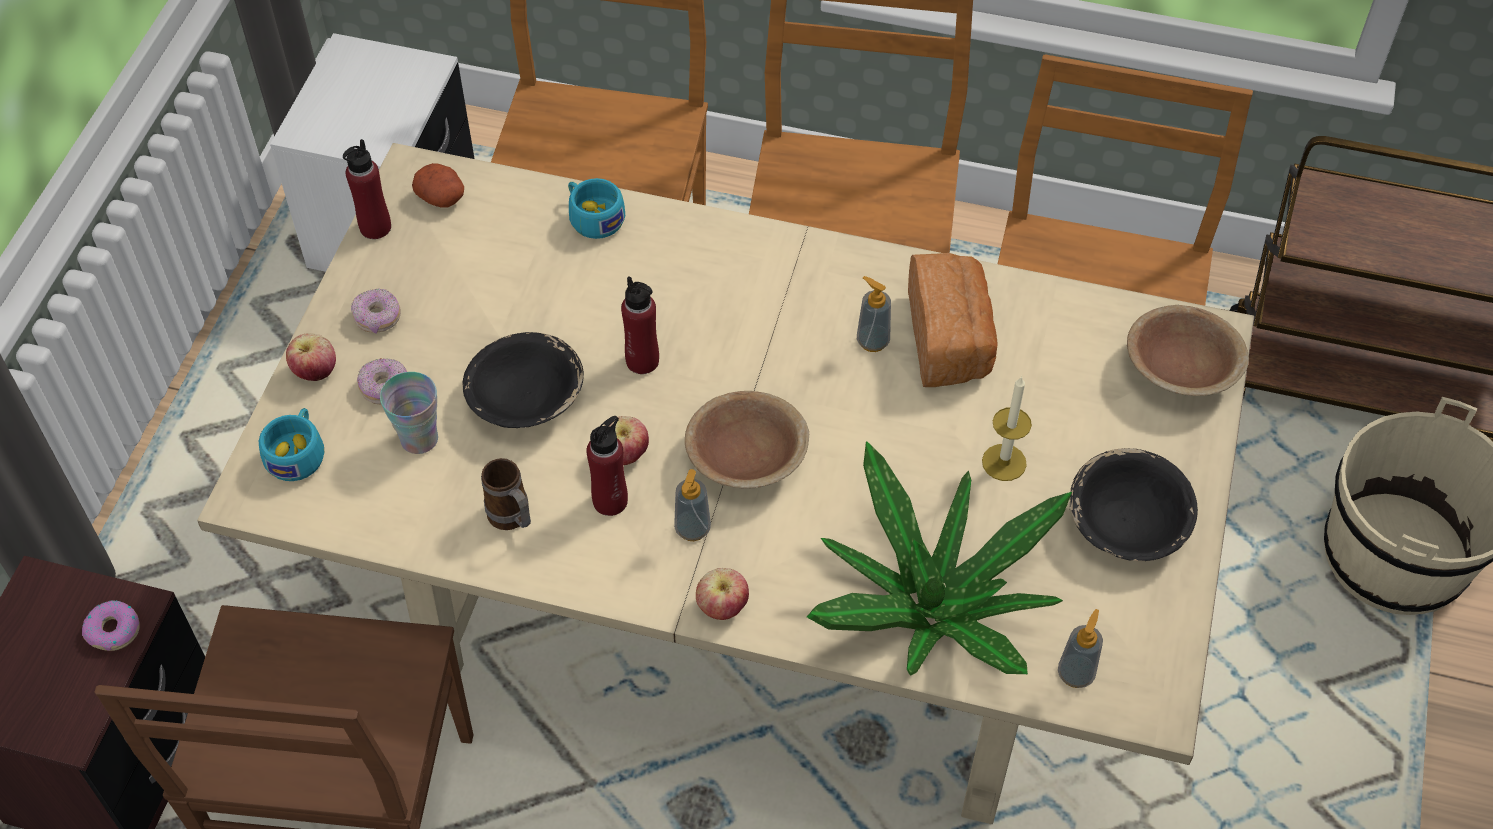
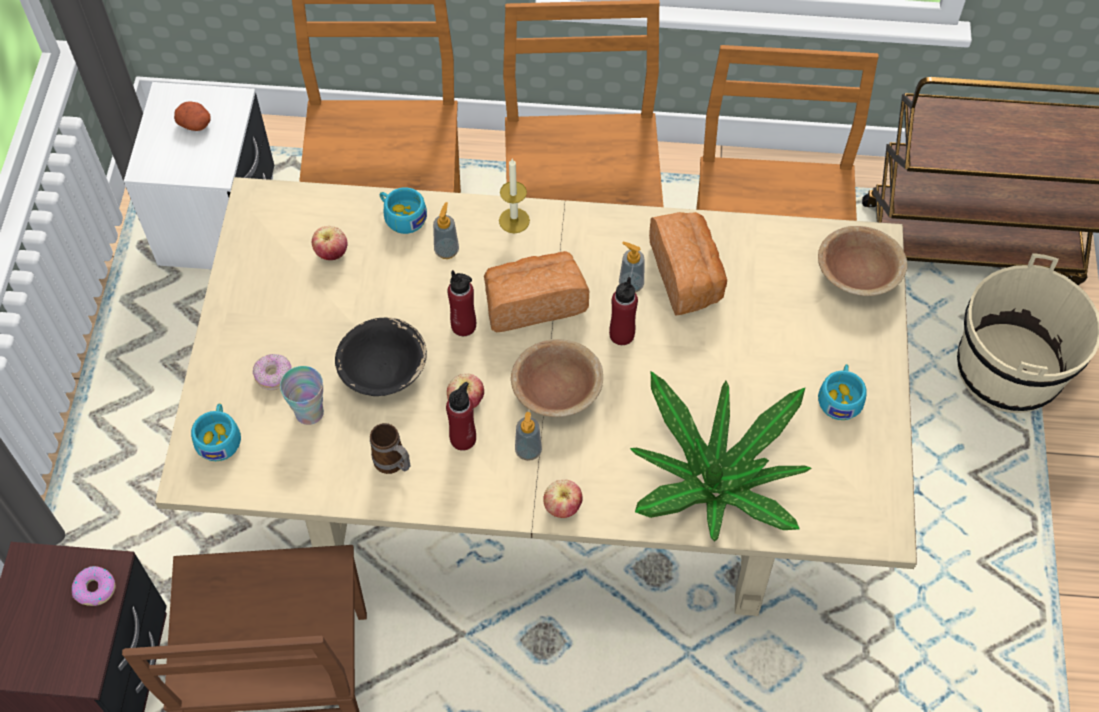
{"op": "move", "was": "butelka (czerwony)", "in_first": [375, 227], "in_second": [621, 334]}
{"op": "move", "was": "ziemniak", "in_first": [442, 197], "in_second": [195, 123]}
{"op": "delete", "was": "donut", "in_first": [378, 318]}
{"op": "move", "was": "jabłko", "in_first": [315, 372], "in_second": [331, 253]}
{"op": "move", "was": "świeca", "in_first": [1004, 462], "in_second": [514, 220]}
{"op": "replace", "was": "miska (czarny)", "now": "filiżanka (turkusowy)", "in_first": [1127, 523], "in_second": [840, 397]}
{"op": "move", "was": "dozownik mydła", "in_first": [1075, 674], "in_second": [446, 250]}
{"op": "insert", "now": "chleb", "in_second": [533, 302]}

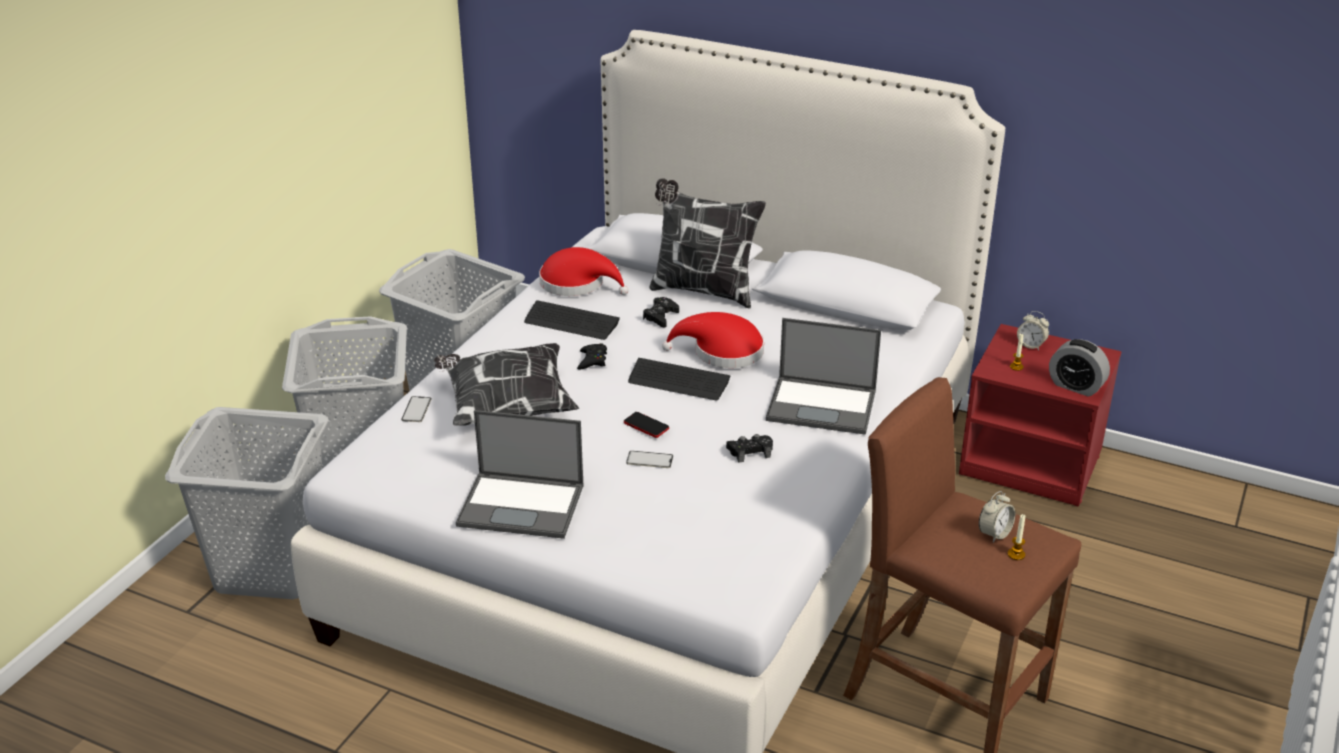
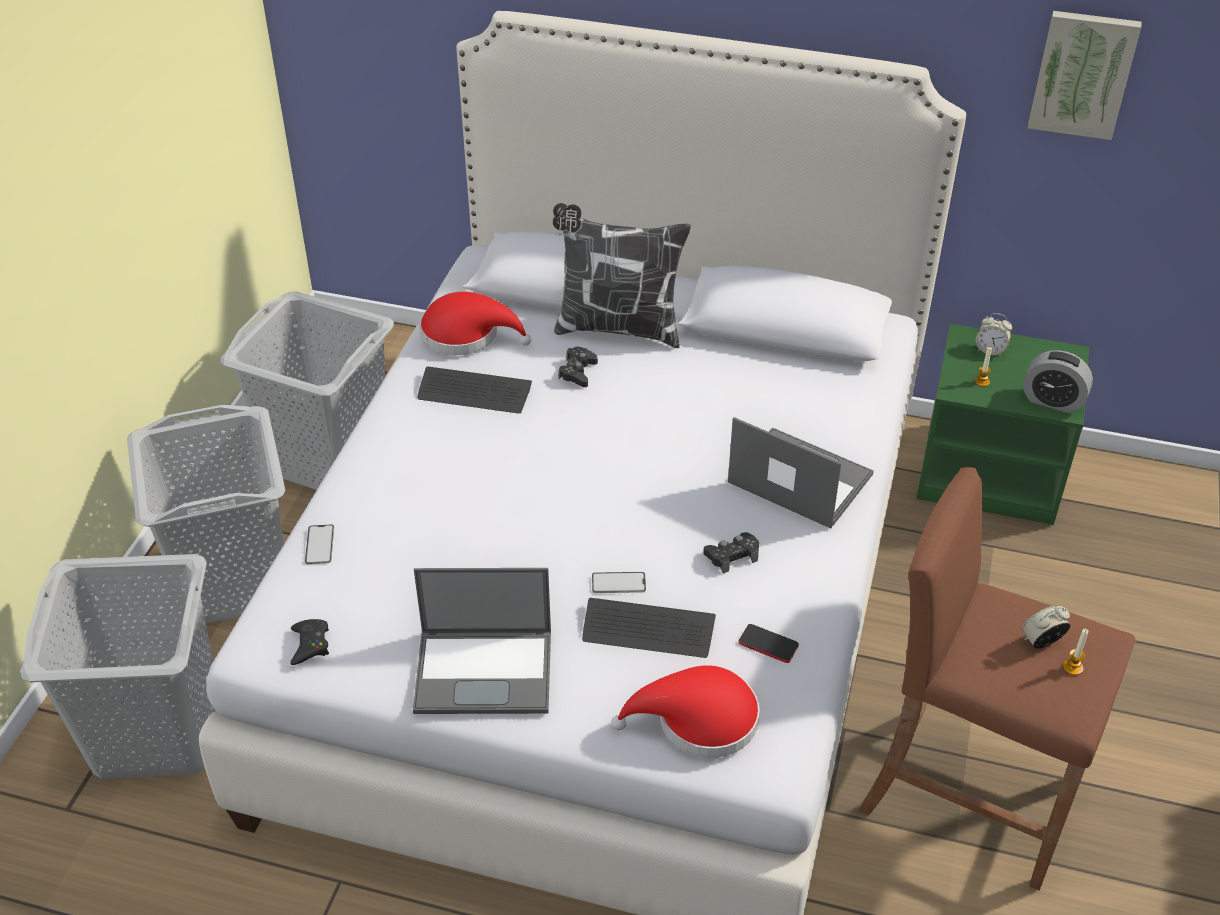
{"op": "move", "was": "kapelusz (czerwony)", "in_first": [722, 352], "in_second": [698, 720]}
{"op": "rotate", "was": "laptop", "in_first": [823, 405], "in_second": [798, 478], "clockwise": -150}
{"op": "recolor", "was": "szafka nocna (czerwony)", "now": "szafka nocna (zielony)", "in_first": [1032, 462], "in_second": [991, 472]}
{"op": "delete", "was": "poduszka", "in_first": [506, 407]}
{"op": "move", "was": "pad do gier (czarny)", "in_first": [592, 360], "in_second": [310, 644]}
{"op": "move", "was": "klawiatura", "in_first": [678, 381], "in_second": [648, 630]}
{"op": "move", "was": "telefon", "in_first": [646, 425], "in_second": [768, 644]}
{"op": "rotate", "was": "budzik", "in_first": [994, 534], "in_second": [1041, 641], "clockwise": -150}
{"op": "insert", "now": "obraz", "in_second": [1083, 73]}

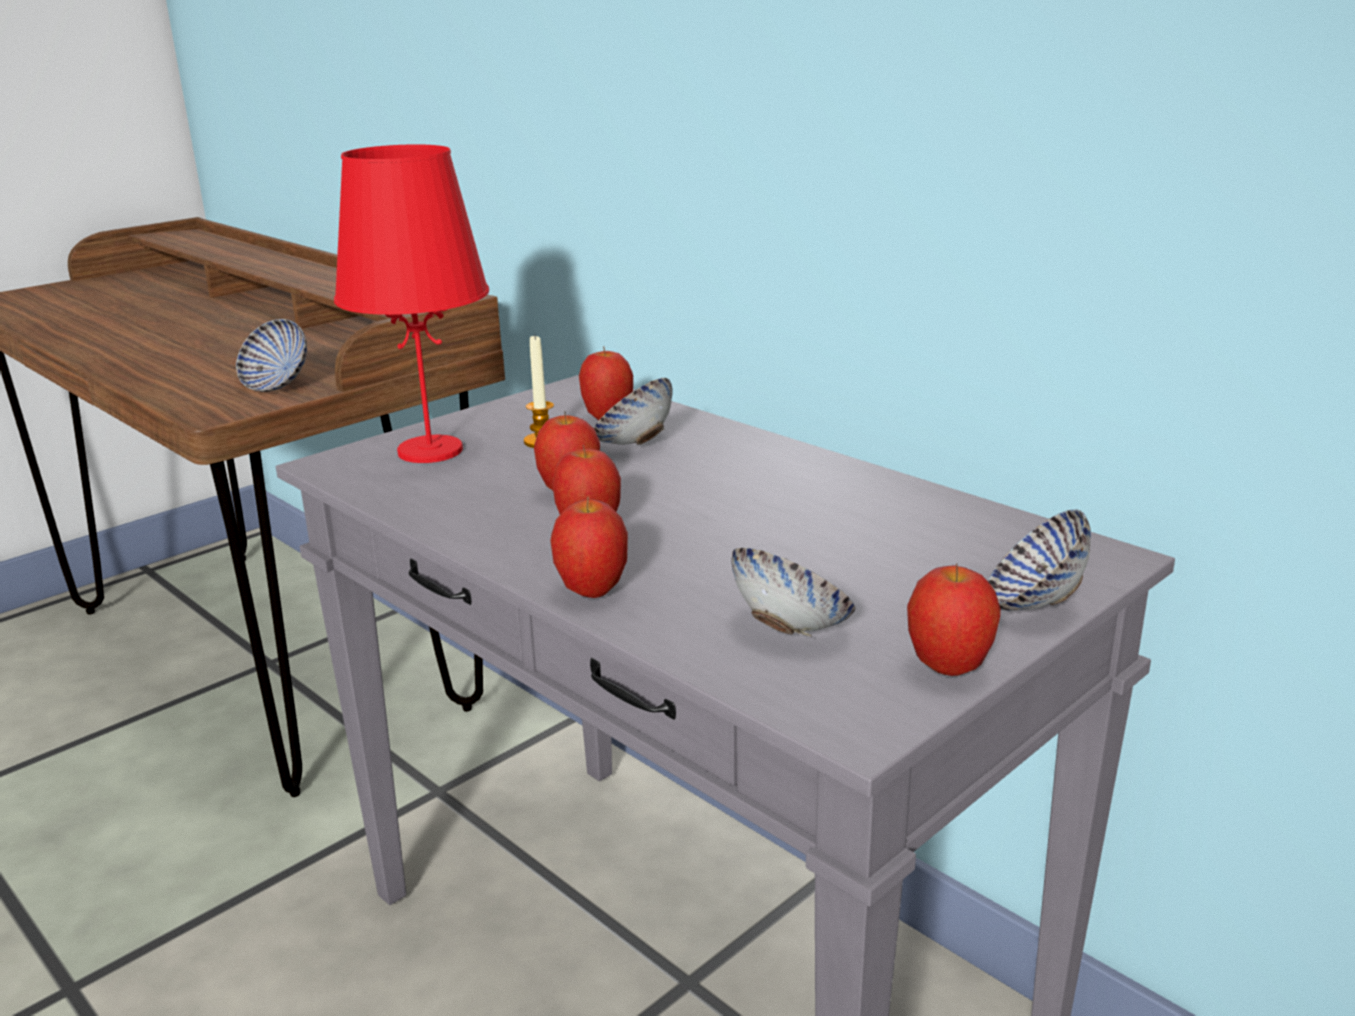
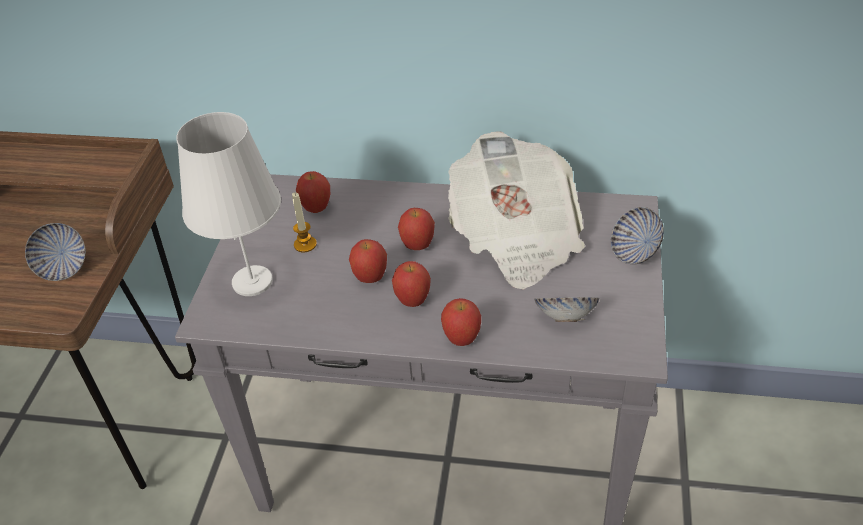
{"op": "recolor", "was": "lampa stołowa (czerwony)", "now": "lampa stołowa (biały)", "in_first": [429, 451], "in_second": [251, 282]}
{"op": "delete", "was": "miska", "in_first": [635, 444]}
{"op": "move", "was": "jabłko", "in_first": [948, 669], "in_second": [417, 246]}
{"op": "insert", "now": "gazeta", "in_second": [515, 238]}

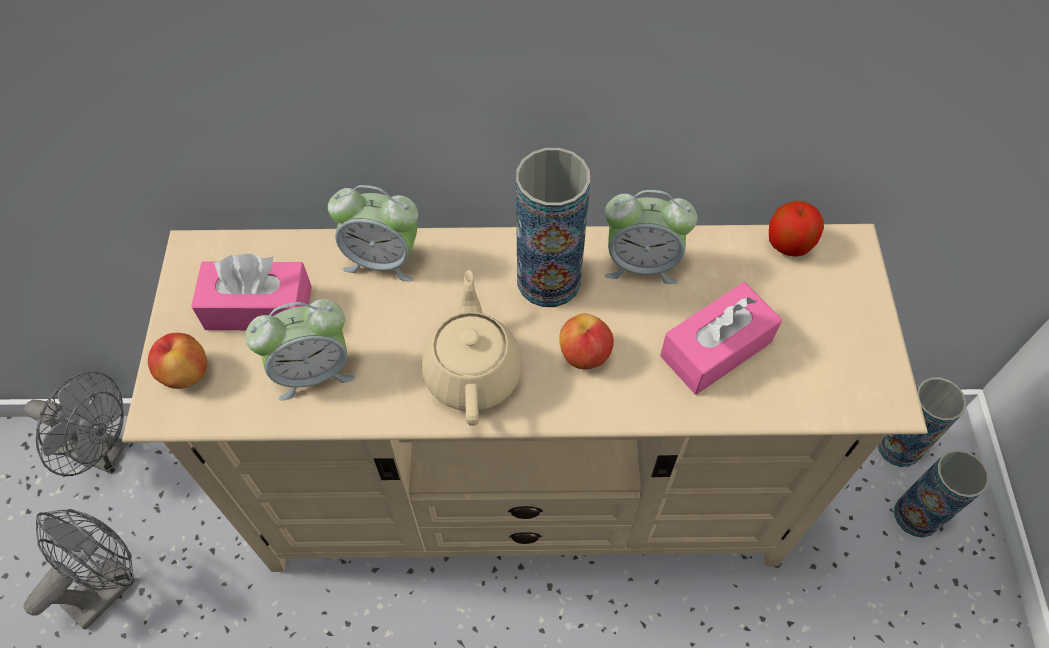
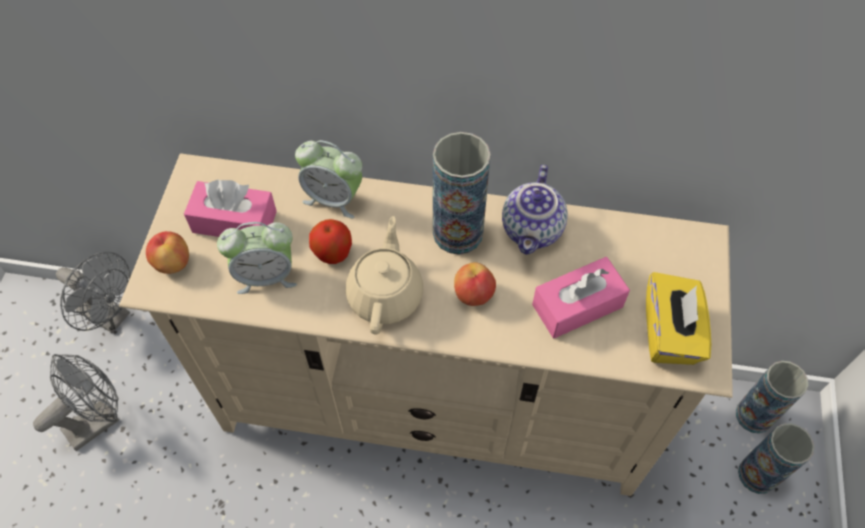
{"op": "replace", "was": "budzik", "now": "imbryk", "in_first": [641, 263], "in_second": [533, 230]}
{"op": "move", "was": "jabłko", "in_first": [788, 244], "in_second": [333, 252]}
{"op": "insert", "now": "pudełko chusteczek (żółty)", "in_second": [670, 333]}

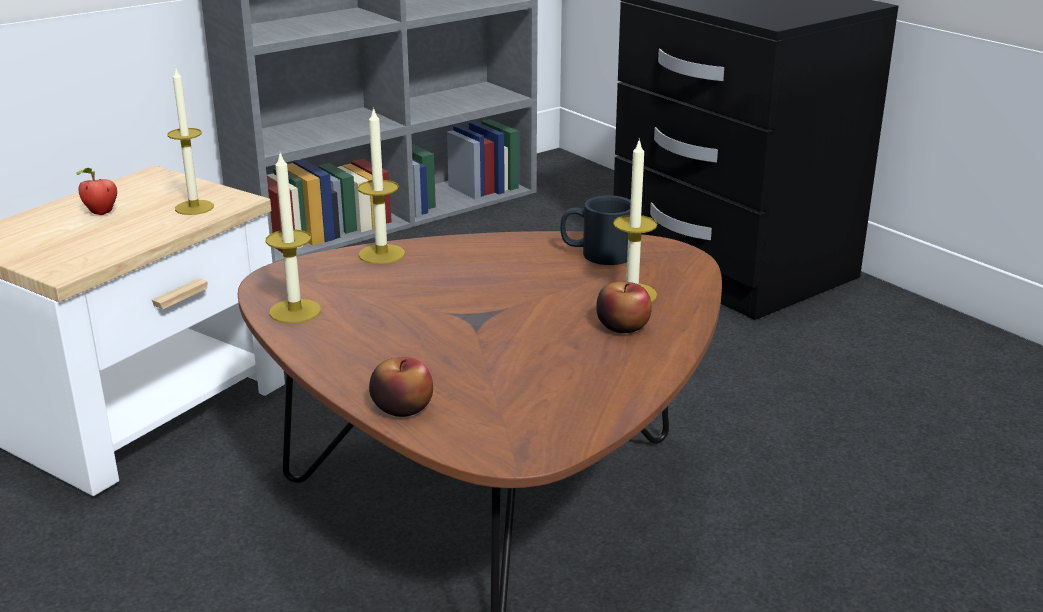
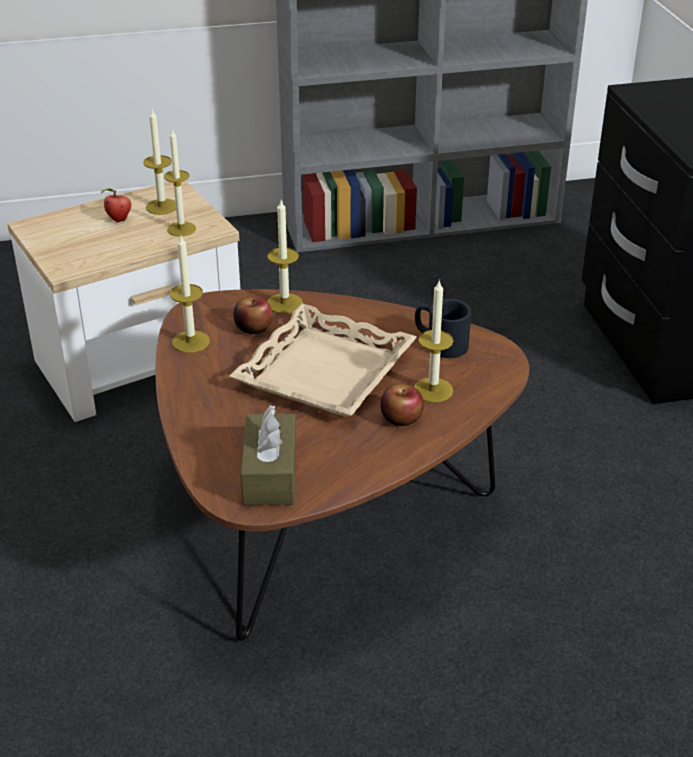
{"op": "move", "was": "jabłko", "in_first": [402, 407], "in_second": [253, 327]}
{"op": "insert", "now": "świeca", "in_second": [162, 207]}
{"op": "insert", "now": "taca (beżowy)", "in_second": [324, 371]}
{"op": "insert", "now": "pudełko chusteczek (brązowy)", "in_second": [270, 474]}

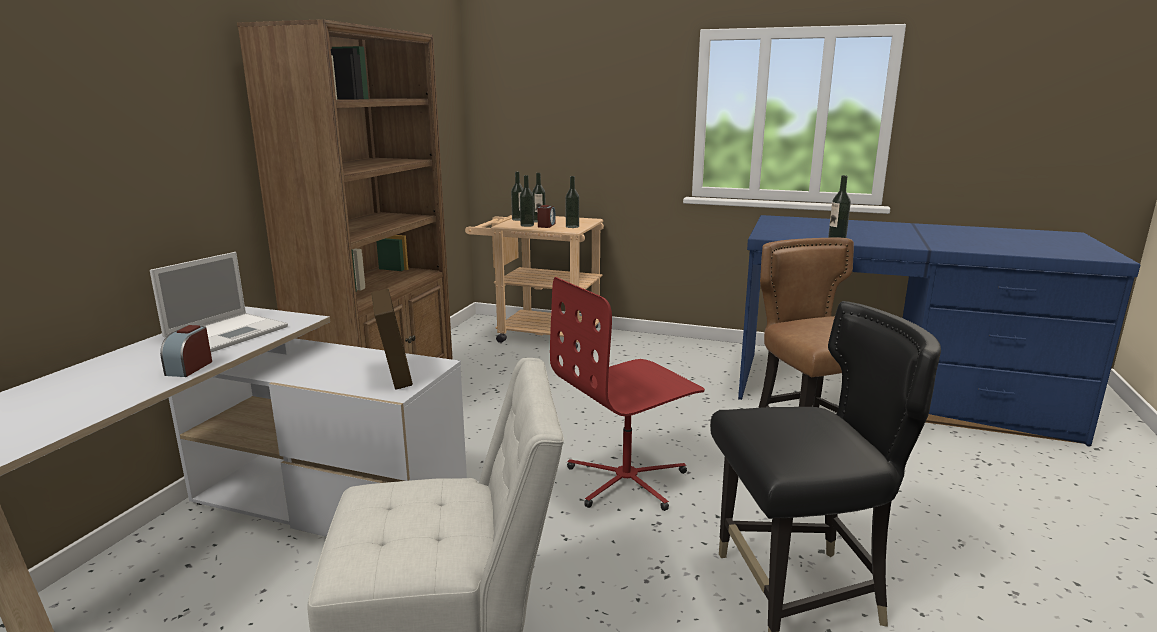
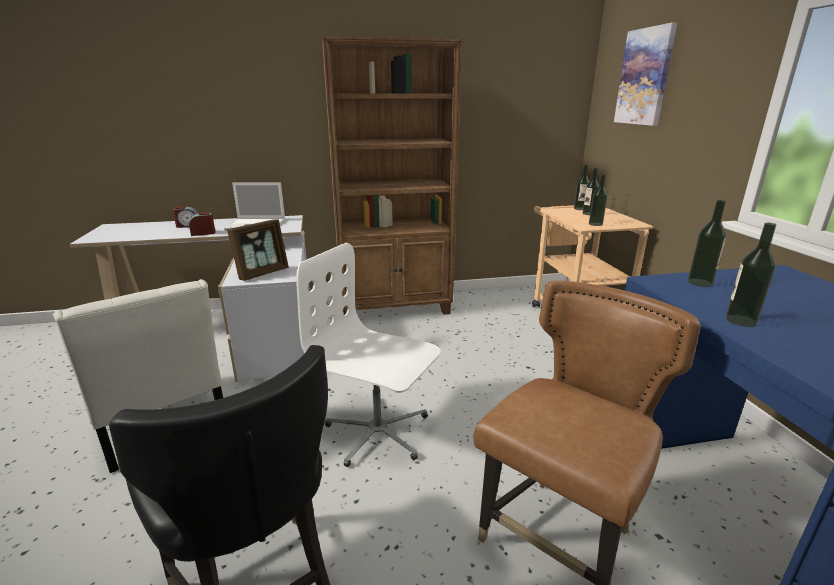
{"op": "move", "was": "butelka", "in_first": [527, 225], "in_second": [700, 283]}
{"op": "move", "was": "budzik", "in_first": [546, 225], "in_second": [188, 225]}
{"op": "recolor", "was": "krzesło biurowe (czerwony)", "now": "krzesło biurowe (biały)", "in_first": [627, 480], "in_second": [378, 432]}
{"op": "insert", "now": "obraz", "in_second": [644, 77]}

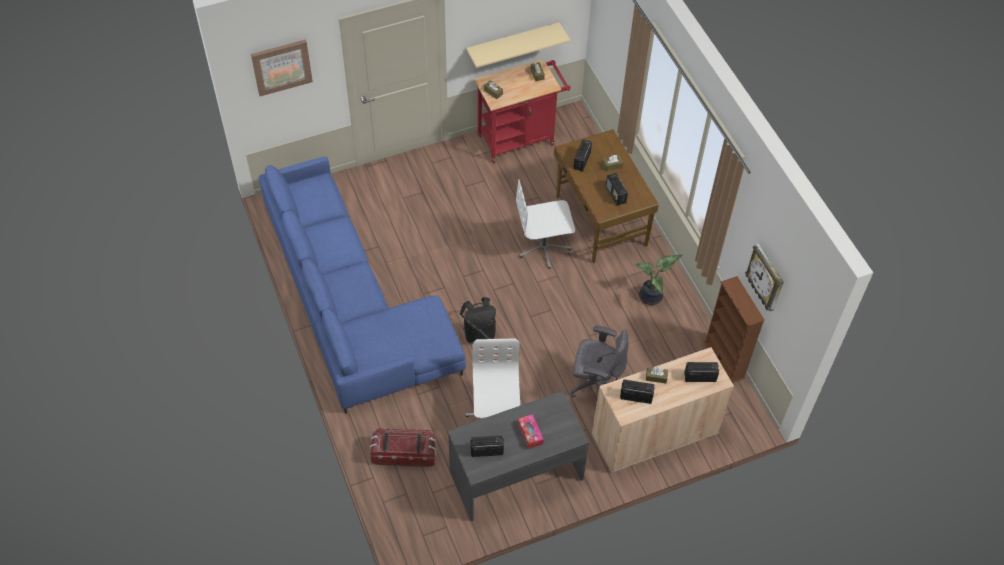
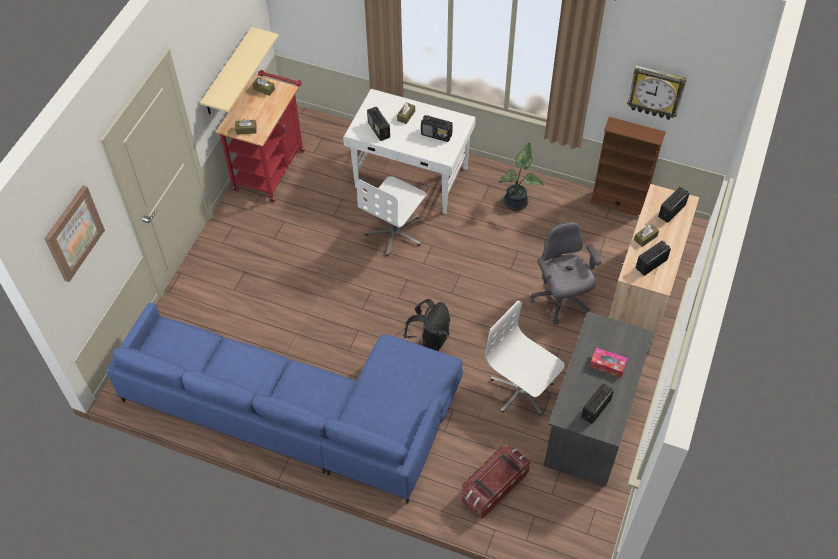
{"op": "recolor", "was": "biurko (brązowy)", "now": "biurko (biały)", "in_first": [600, 221], "in_second": [411, 178]}
{"op": "rotate", "was": "krzesło biurowe (szary)", "in_first": [596, 385], "in_second": [561, 300], "clockwise": -75}

